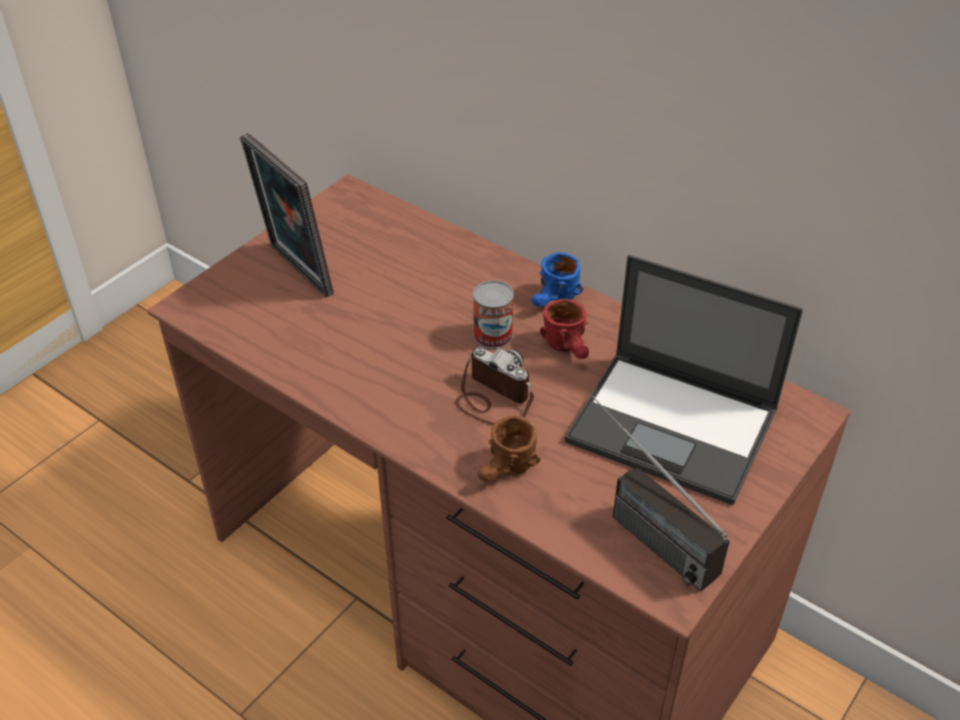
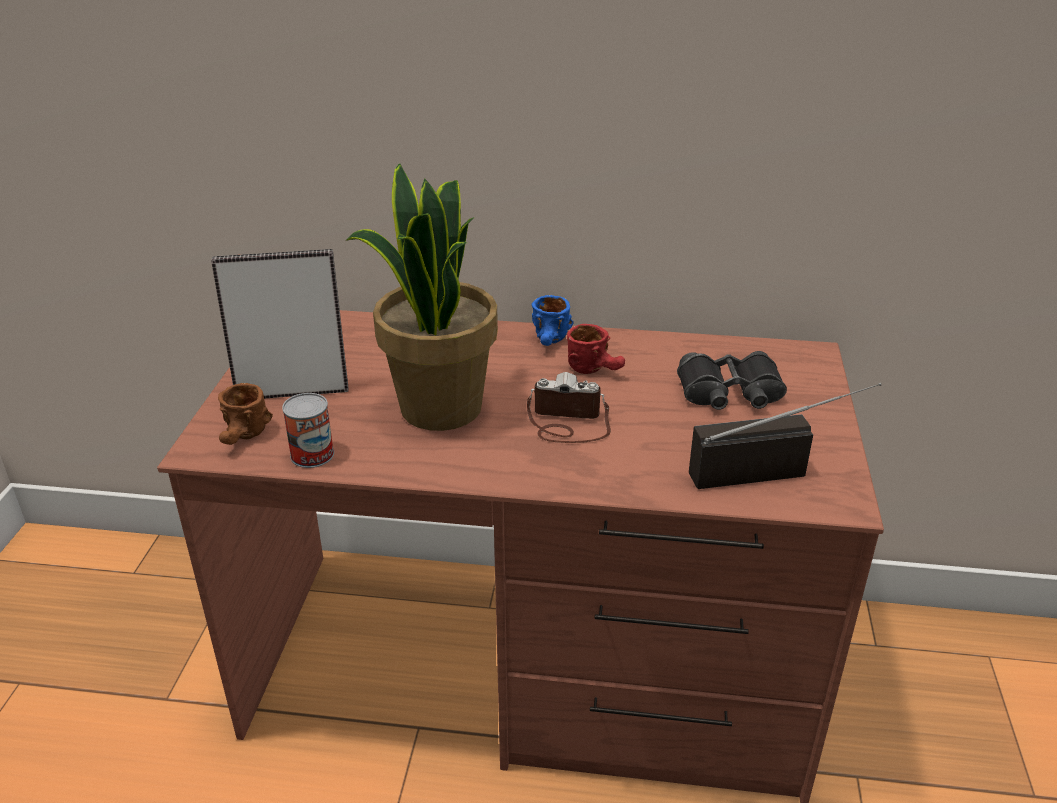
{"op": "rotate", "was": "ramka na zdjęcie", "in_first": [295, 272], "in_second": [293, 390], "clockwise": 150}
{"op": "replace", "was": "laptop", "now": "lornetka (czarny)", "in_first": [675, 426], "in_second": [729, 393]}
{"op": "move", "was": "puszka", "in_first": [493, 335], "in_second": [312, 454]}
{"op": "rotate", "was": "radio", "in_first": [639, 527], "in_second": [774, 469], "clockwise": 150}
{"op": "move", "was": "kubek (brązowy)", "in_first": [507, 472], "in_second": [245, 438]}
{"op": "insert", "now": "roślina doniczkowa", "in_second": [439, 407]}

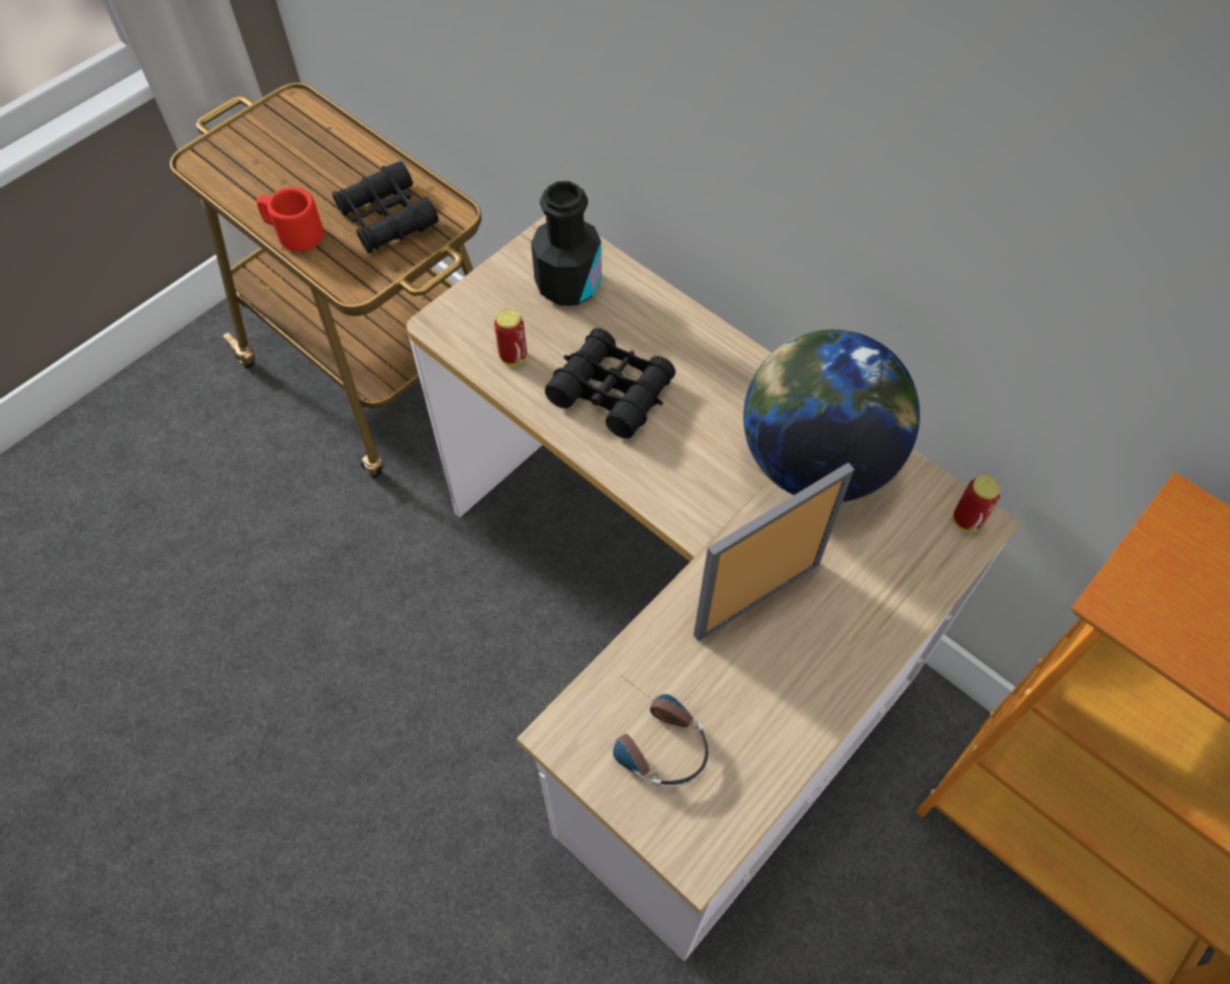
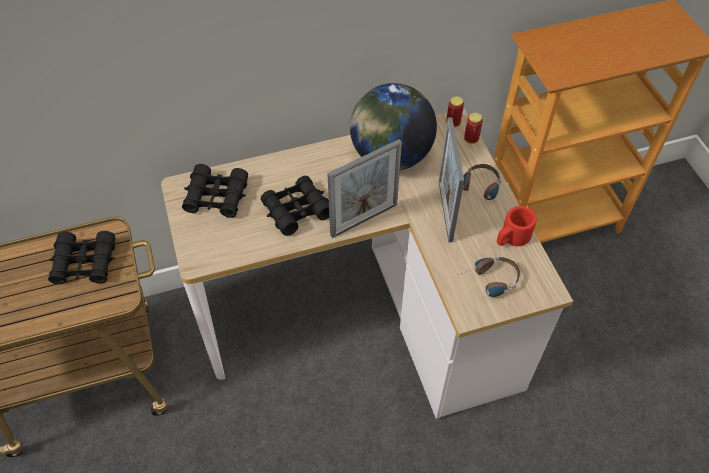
{"op": "replace", "was": "butelka (czarny)", "now": "lornetka (czarny)", "in_first": [568, 284], "in_second": [216, 197]}
{"op": "move", "was": "kubek (czerwony)", "in_first": [293, 233], "in_second": [512, 237]}
{"op": "move", "was": "puszka", "in_first": [513, 357], "in_second": [471, 140]}
{"op": "insert", "now": "ramka na zdjęcie", "in_second": [364, 220]}
{"op": "insert", "now": "słuchawki", "in_second": [478, 191]}

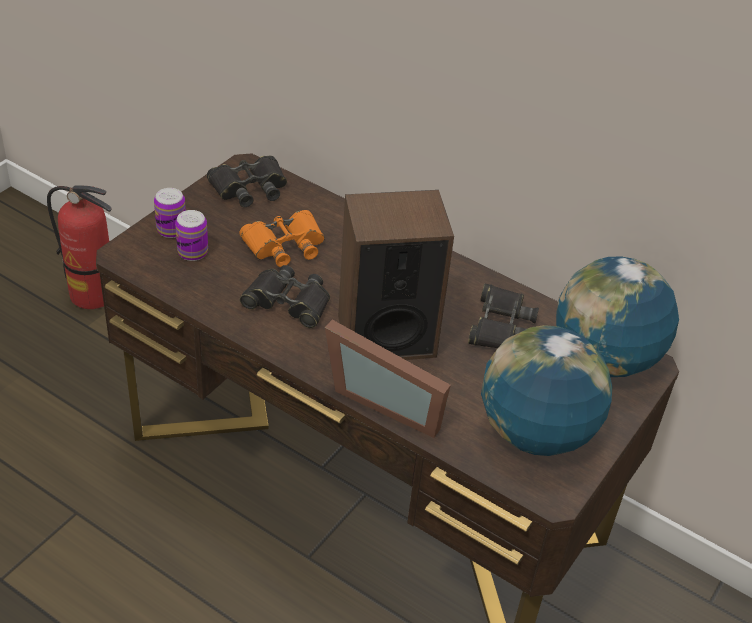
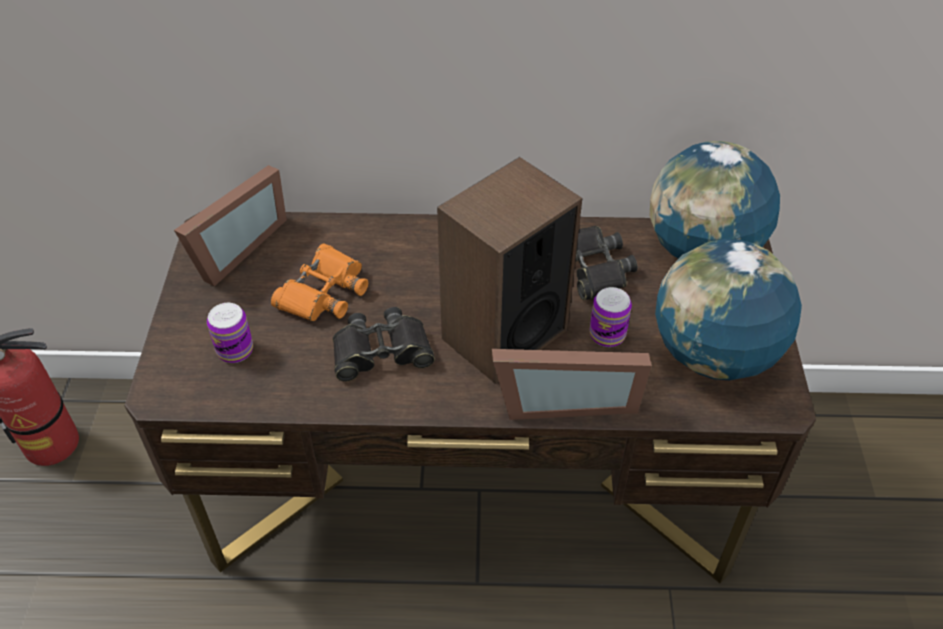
{"op": "replace", "was": "lornetka (czarny)", "now": "ramka na zdjęcie", "in_first": [249, 188], "in_second": [233, 249]}
{"op": "move", "was": "puszka", "in_first": [171, 229], "in_second": [607, 335]}

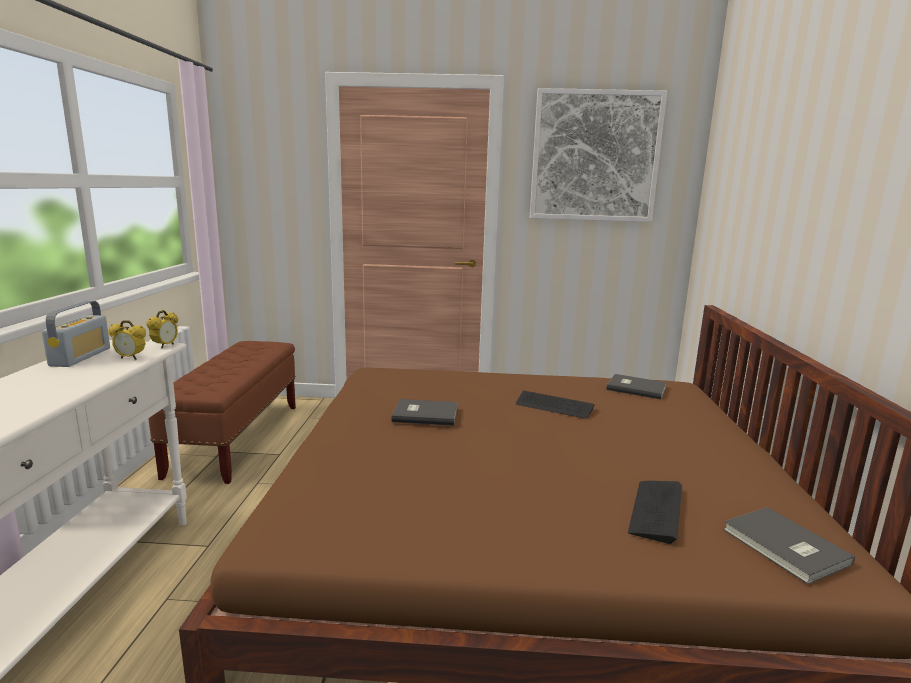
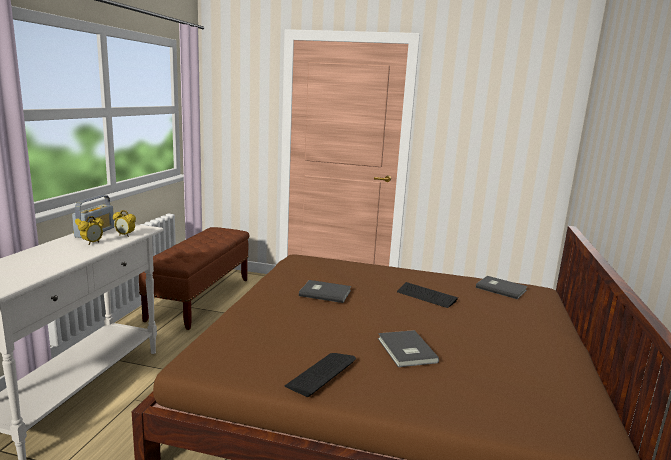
{"op": "delete", "was": "obraz", "in_first": [595, 156]}
{"op": "move", "was": "budzik", "in_first": [165, 346], "in_second": [92, 243]}
{"op": "move", "was": "klawiatura", "in_first": [656, 510], "in_second": [321, 374]}
{"op": "move", "was": "książka (szary)", "in_first": [784, 548], "in_second": [405, 351]}

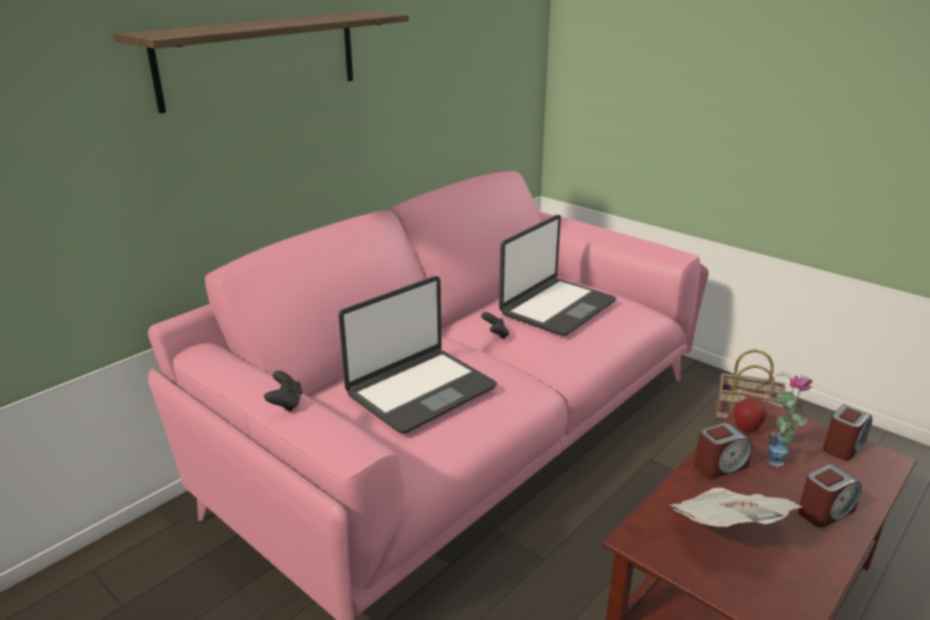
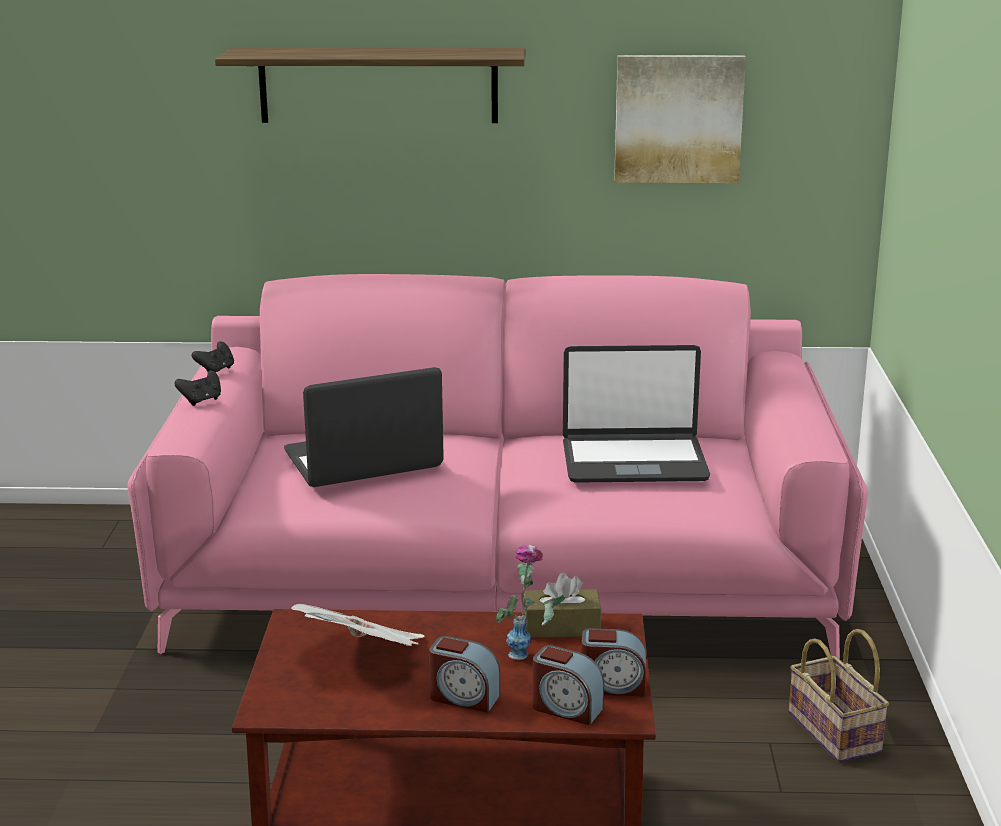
{"op": "rotate", "was": "laptop", "in_first": [420, 390], "in_second": [363, 461], "clockwise": 150}
{"op": "move", "was": "pad do gier (czarny)", "in_first": [495, 335], "in_second": [216, 370]}
{"op": "replace", "was": "jabłko", "now": "pudełko chusteczek (brązowy)", "in_first": [746, 429], "in_second": [562, 627]}
{"op": "move", "was": "budzik", "in_first": [719, 466], "in_second": [566, 708]}
{"op": "insert", "now": "obraz", "in_second": [678, 118]}

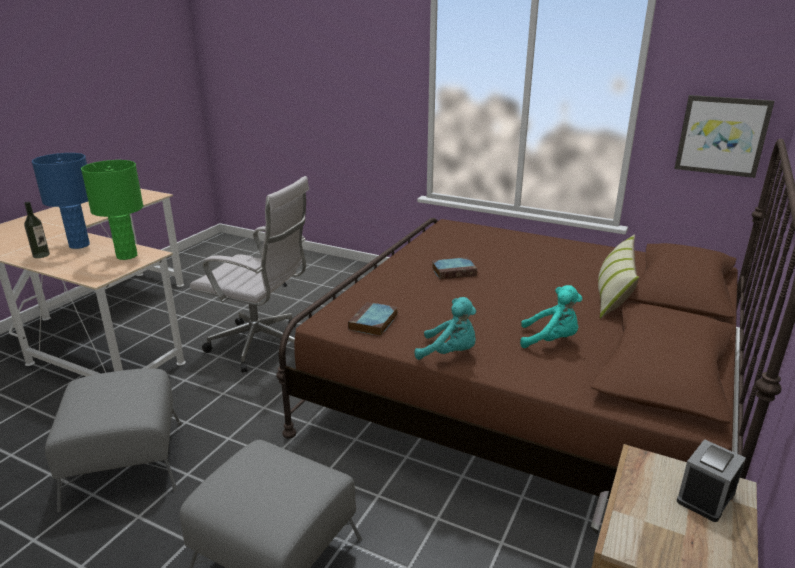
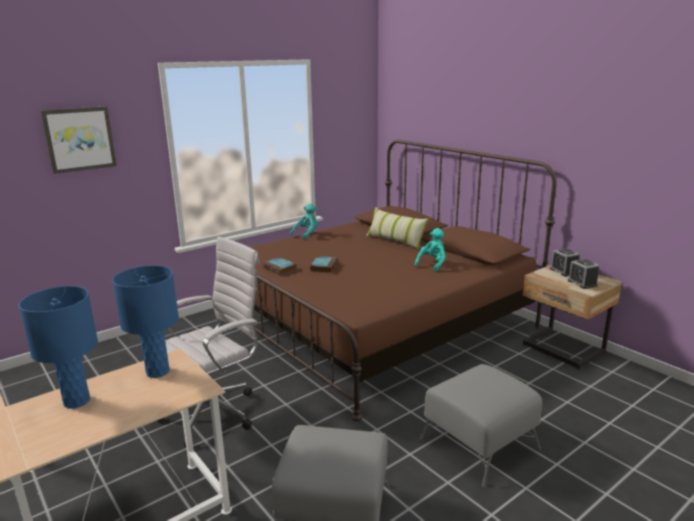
{"op": "move", "was": "obraz", "in_first": [722, 135], "in_second": [79, 139]}
{"op": "recolor", "was": "lampa stołowa (zielony)", "now": "lampa stołowa (niebieski)", "in_first": [127, 256], "in_second": [158, 371]}
{"op": "delete", "was": "butelka", "in_first": [41, 255]}
{"op": "move", "was": "pluszak (turkusowy)", "in_first": [449, 353], "in_second": [307, 234]}
{"op": "move", "was": "książka", "in_first": [373, 323], "in_second": [280, 269]}
{"op": "insert", "now": "budzik", "in_second": [582, 283]}

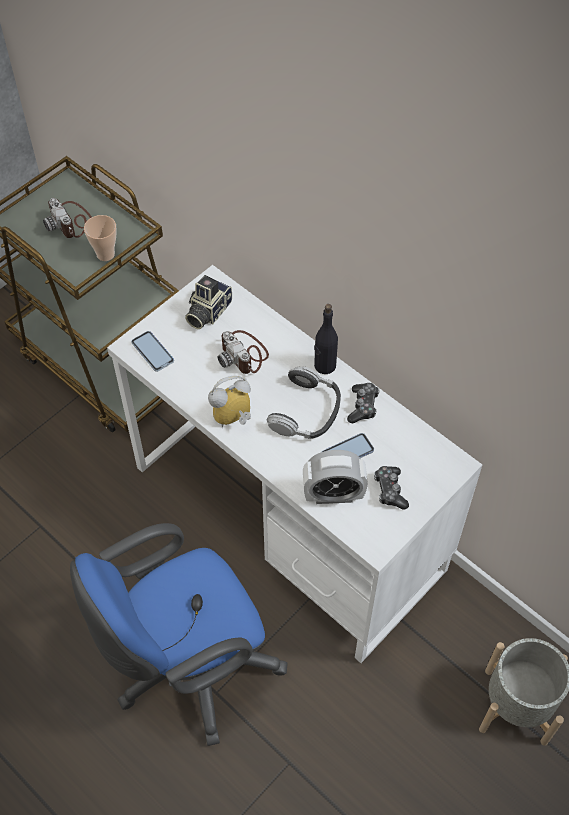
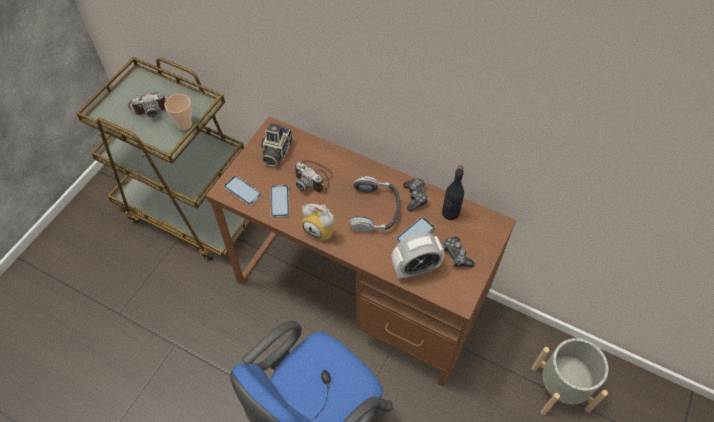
{"op": "rotate", "was": "aparat fotograficzny", "in_first": [71, 222], "in_second": [150, 105], "clockwise": -60}
{"op": "recolor", "was": "biurko (biały)", "now": "biurko (brązowy)", "in_first": [287, 518], "in_second": [359, 293]}
{"op": "move", "was": "butelka (czarny)", "in_first": [324, 365], "in_second": [450, 213]}
{"op": "rotate", "was": "budzik", "in_first": [234, 420], "in_second": [322, 229], "clockwise": -105}
{"op": "insert", "now": "telefon", "in_second": [280, 201]}

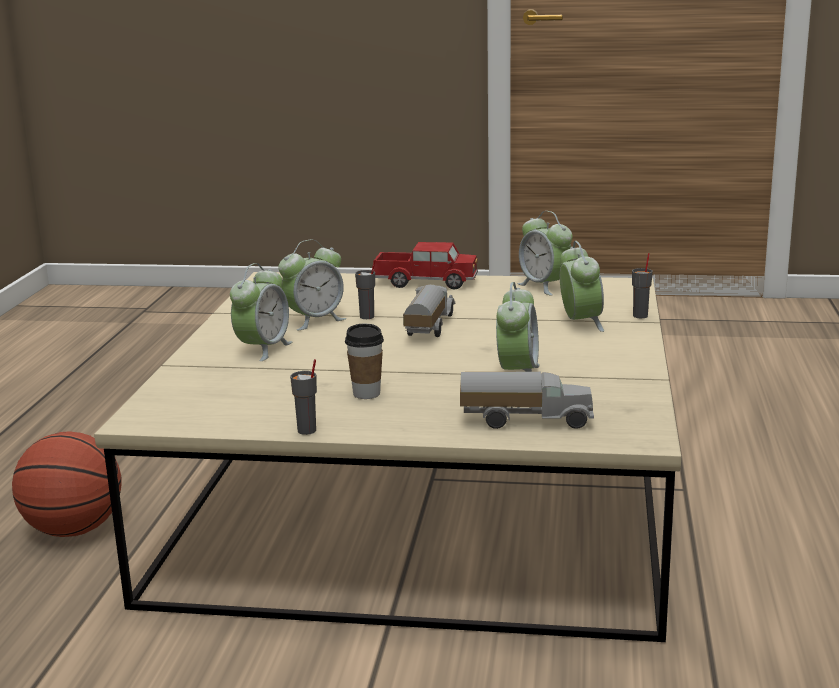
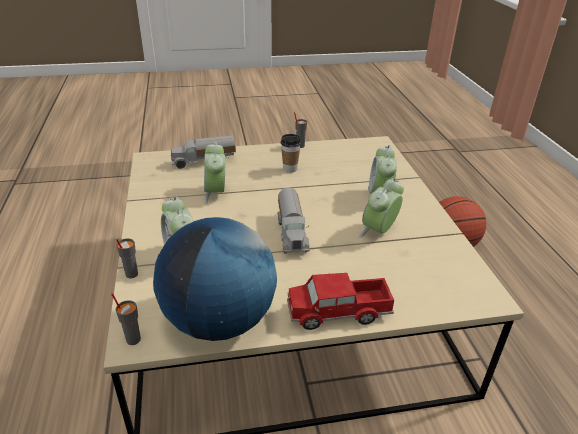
{"op": "replace", "was": "budzik", "now": "globus", "in_first": [544, 286], "in_second": [219, 321]}
{"op": "move", "was": "filiżanka (szary)", "in_first": [367, 317], "in_second": [133, 339]}

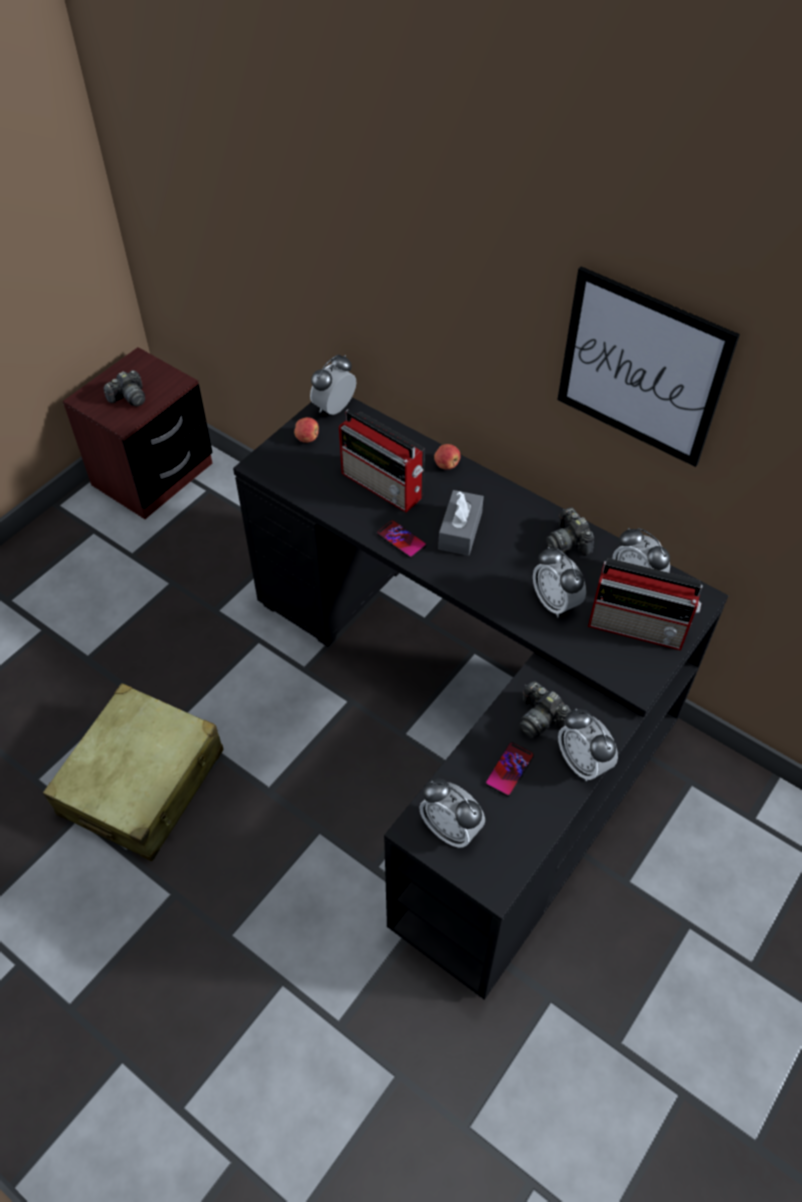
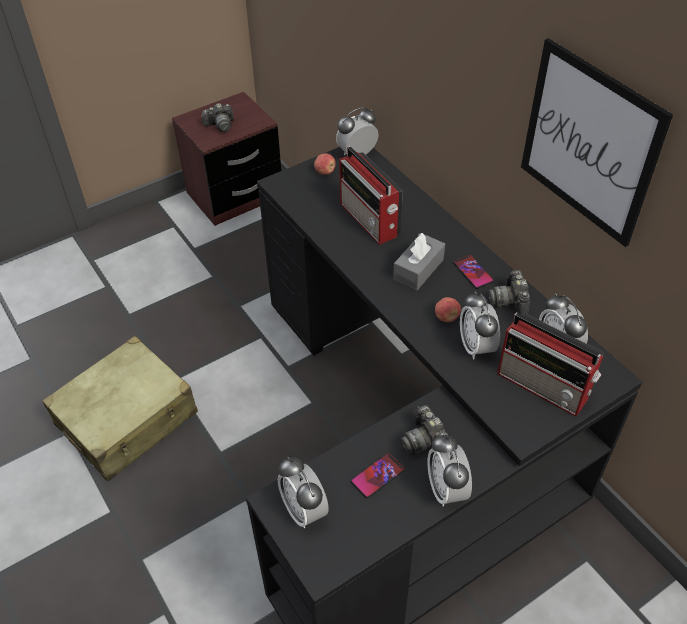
{"op": "move", "was": "jabłko", "in_first": [447, 465], "in_second": [446, 317]}
{"op": "move", "was": "telefon", "in_first": [401, 540], "in_second": [473, 272]}

